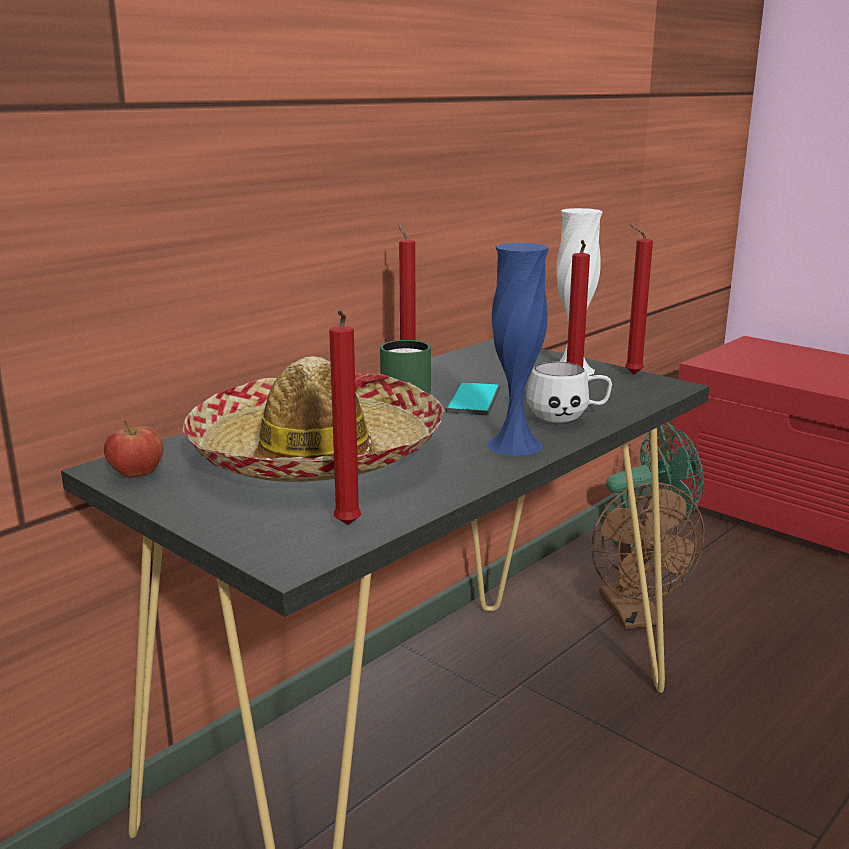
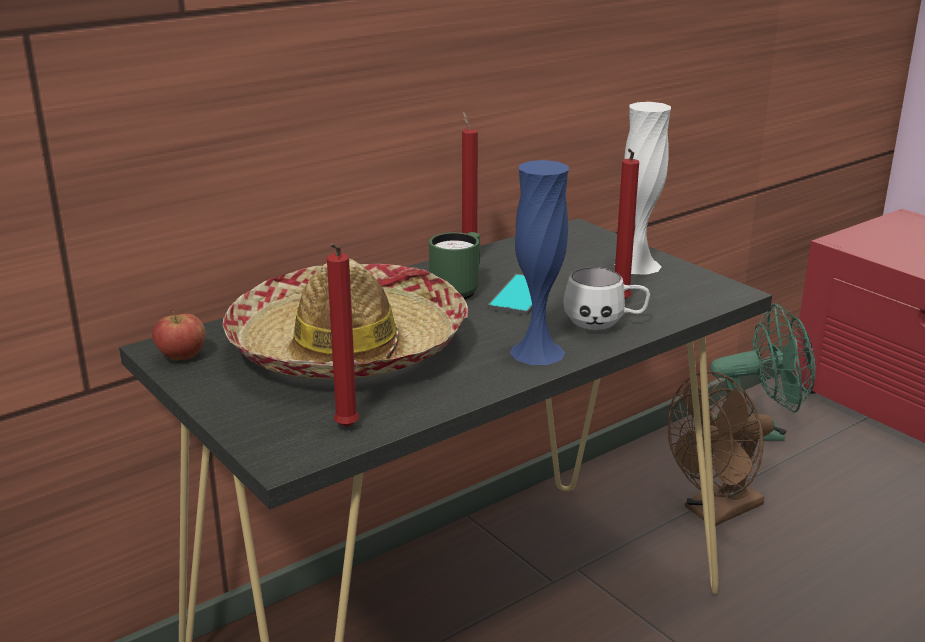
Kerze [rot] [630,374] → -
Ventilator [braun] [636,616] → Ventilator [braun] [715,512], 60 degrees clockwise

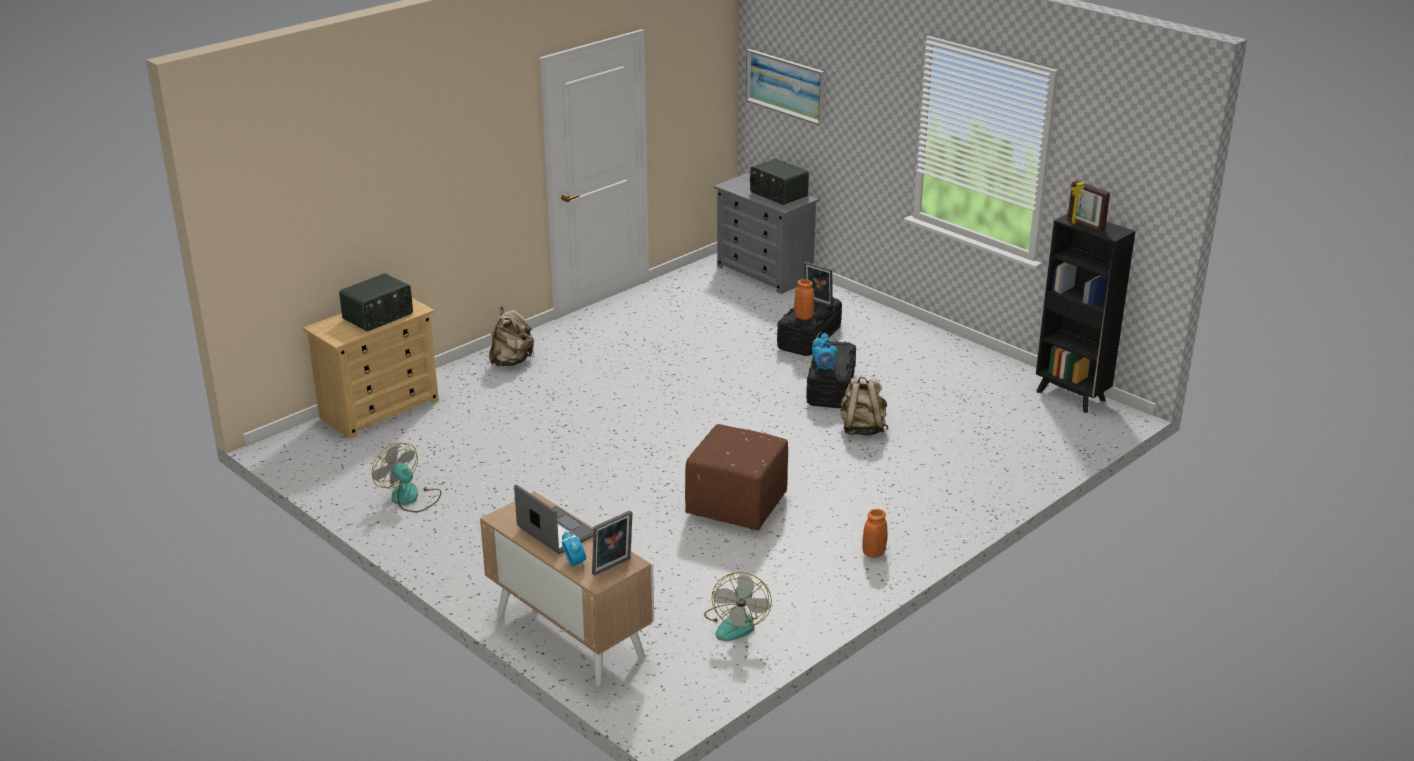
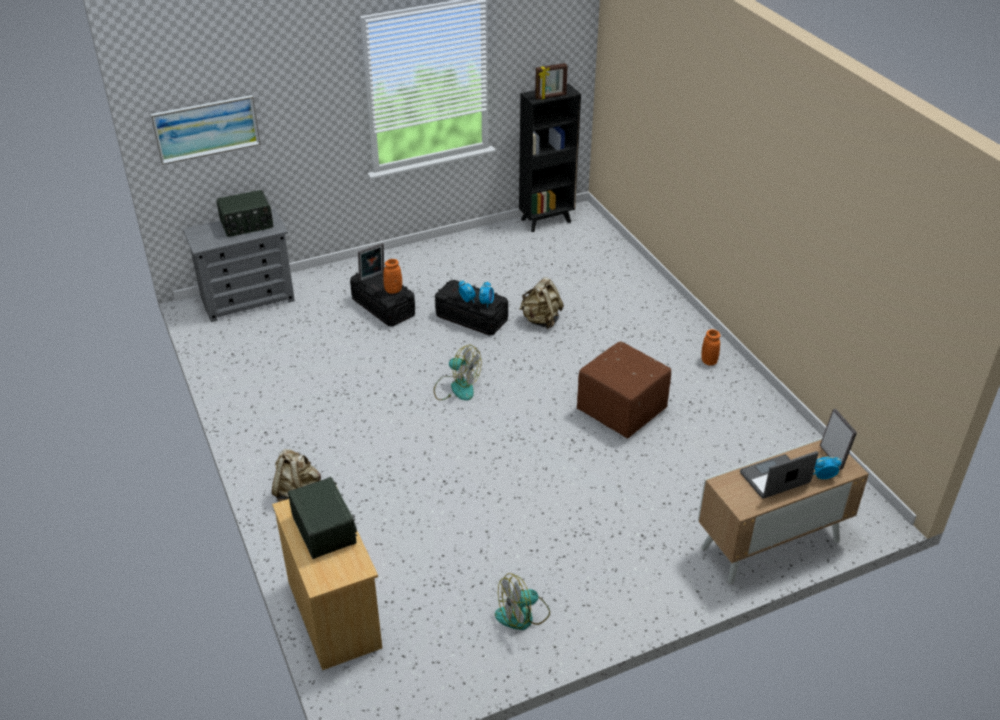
Ventilator [736,623] → Ventilator [456,387], relocated

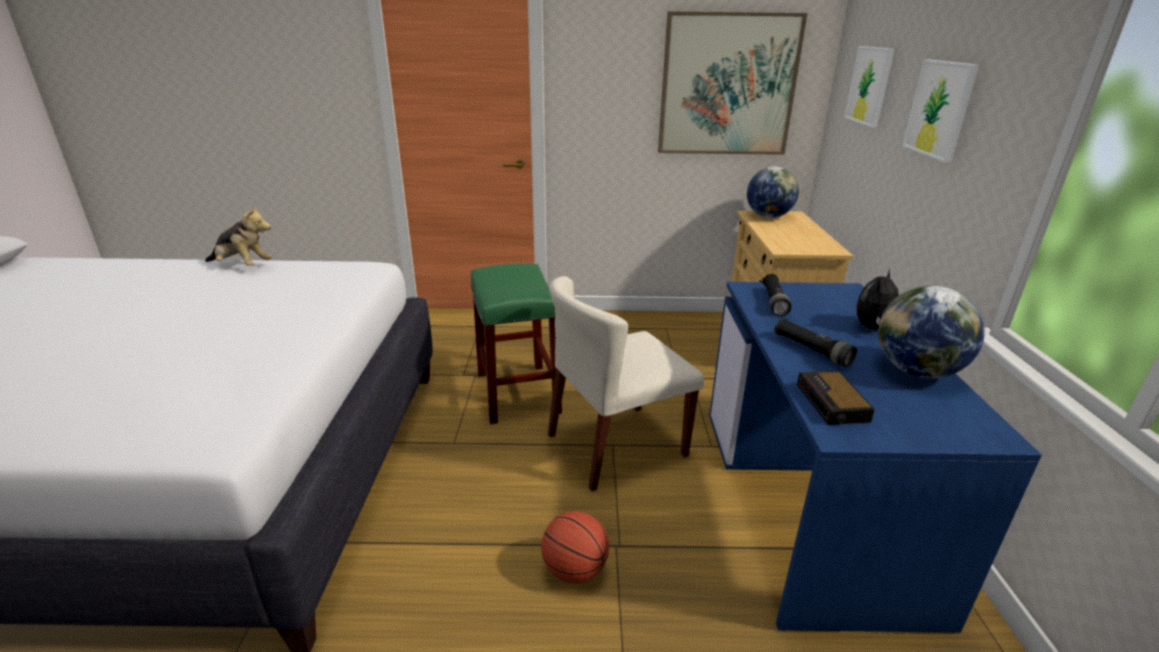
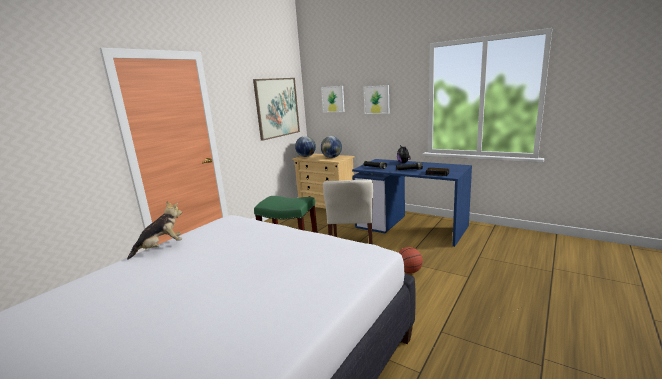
Globus [916,371] → Globus [332,157], relocated

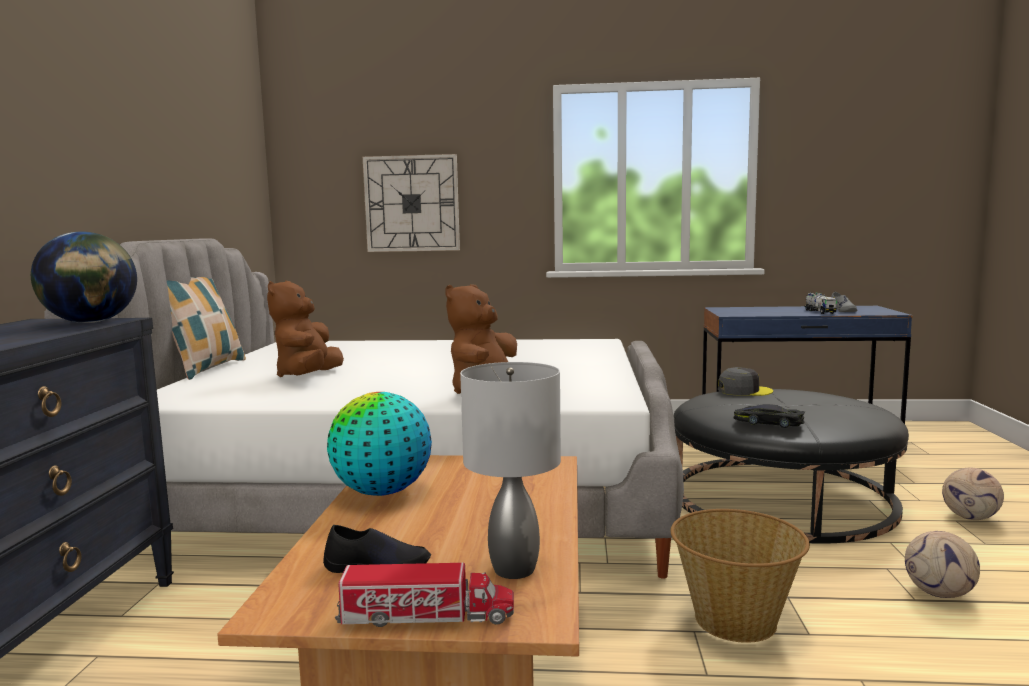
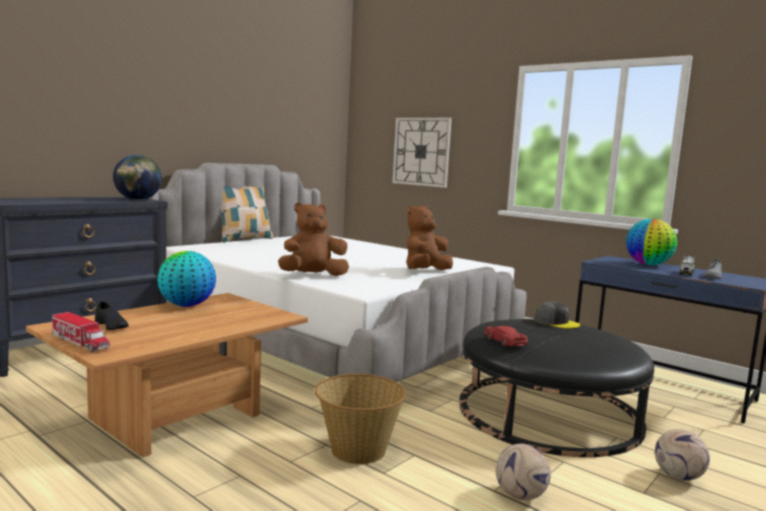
Tischlampe [grau] [516,569] → -
- → Globus [648,265]
Plüschtier [braun] [308,377] → Plüschtier [braun] [425,272], relocated
Spielzeugauto [schwarz] [768,422] → Spielzeugauto [rot] [504,340]

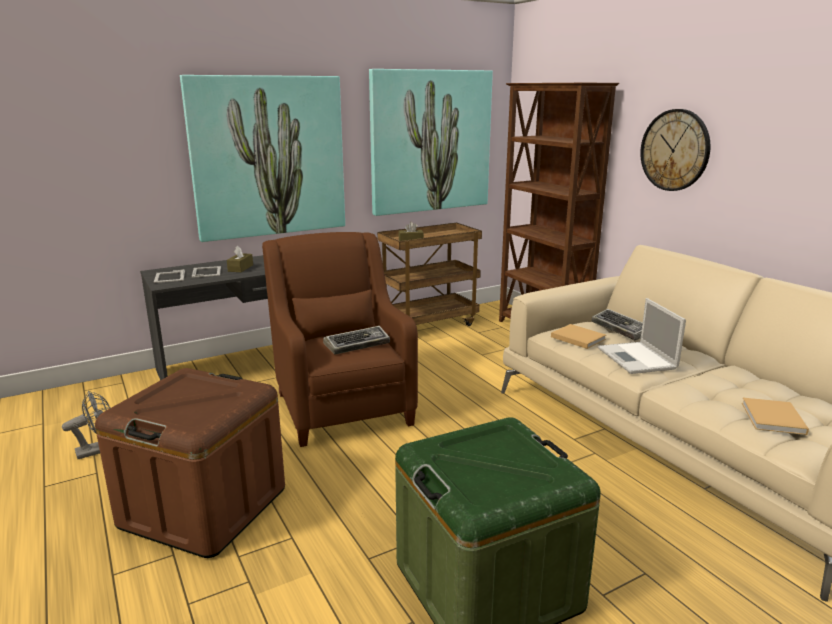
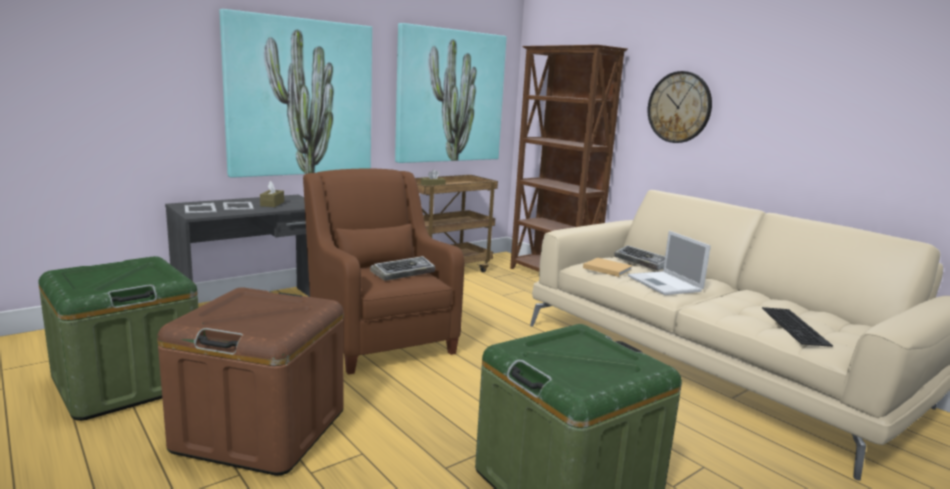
Ventilator [grau] [98,450] → Aufbewahrungsbox [grün] [128,382]
Buch [beige] [773,419] → Tastatur [796,326]

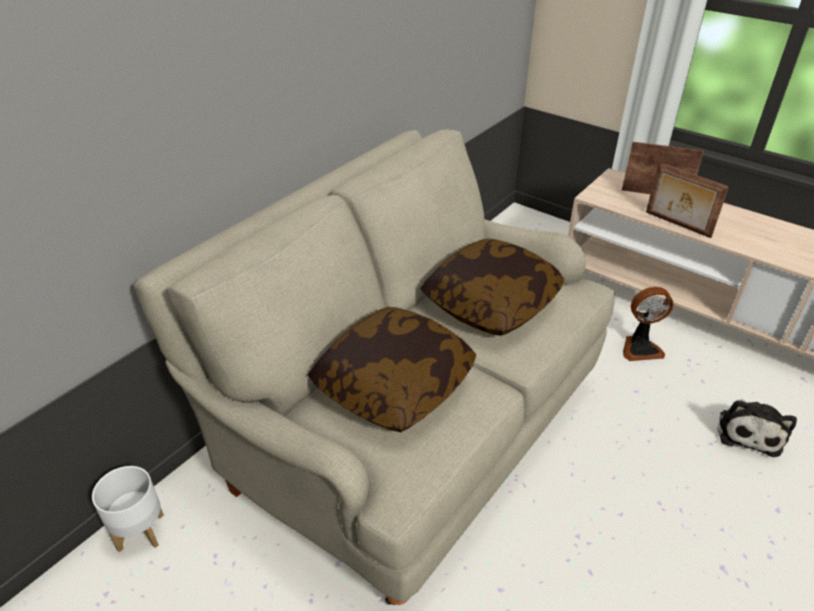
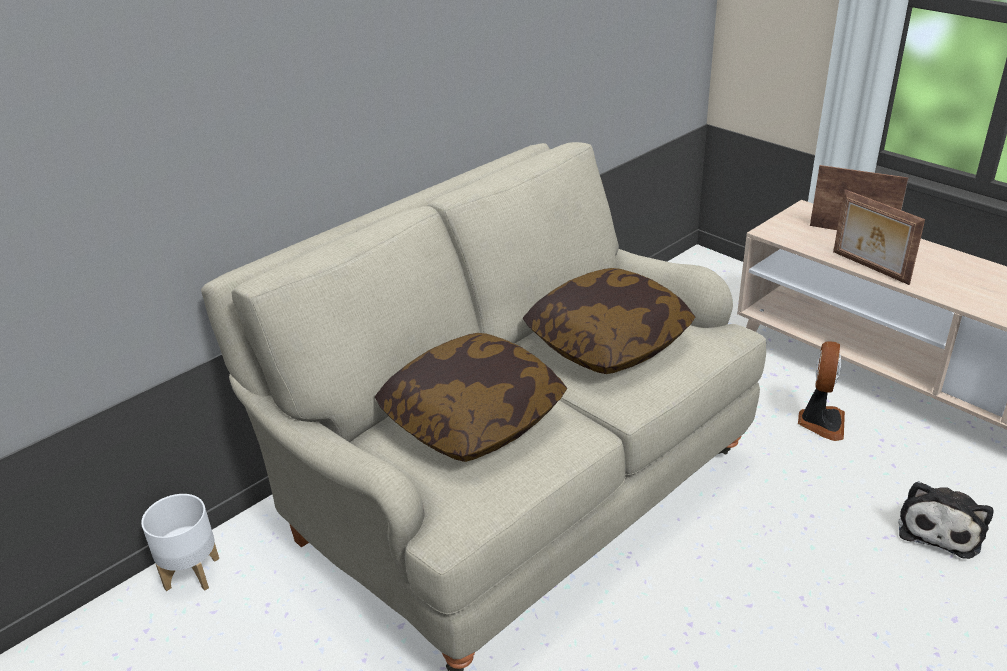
Ventilator [640,348] → Ventilator [820,422], 75 degrees counterclockwise

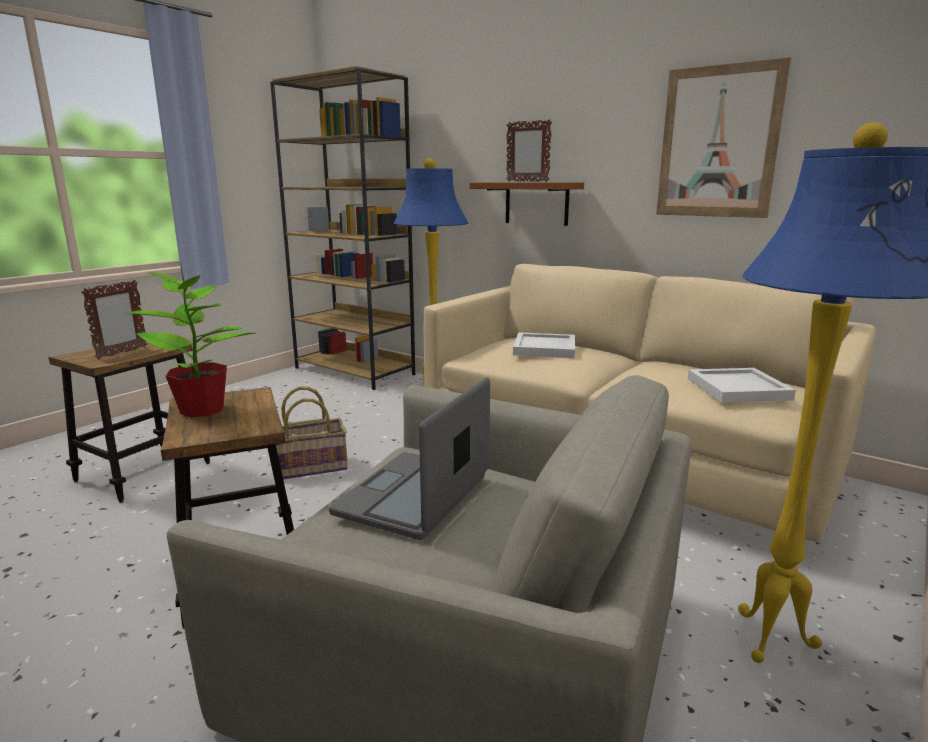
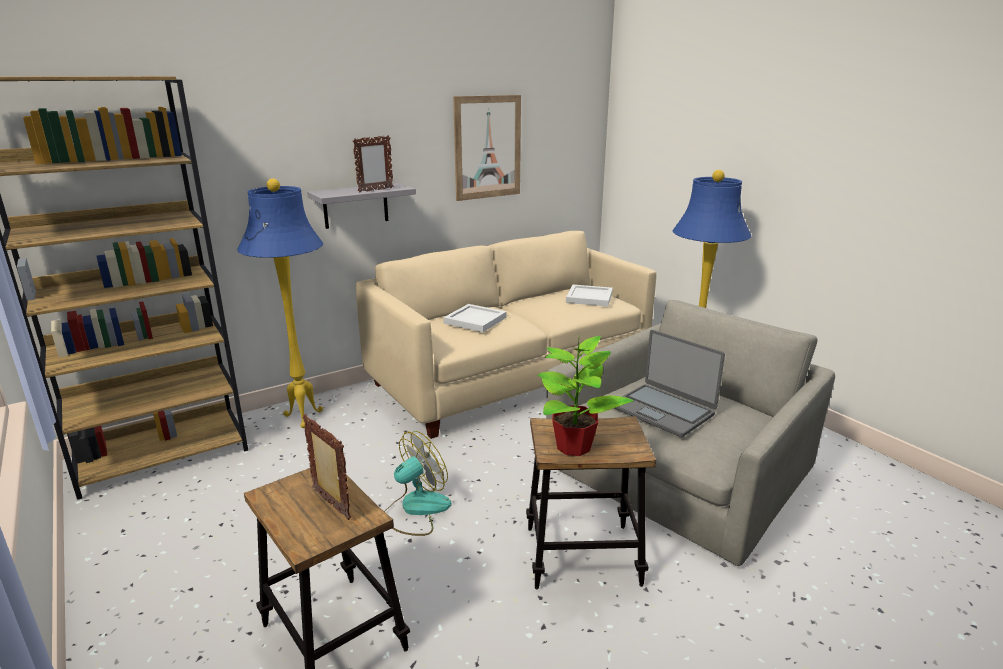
Korb [311,466] → Ventilator [416,509]
Wandregal [braun] [536,203] → Wandregal [grau] [355,205]

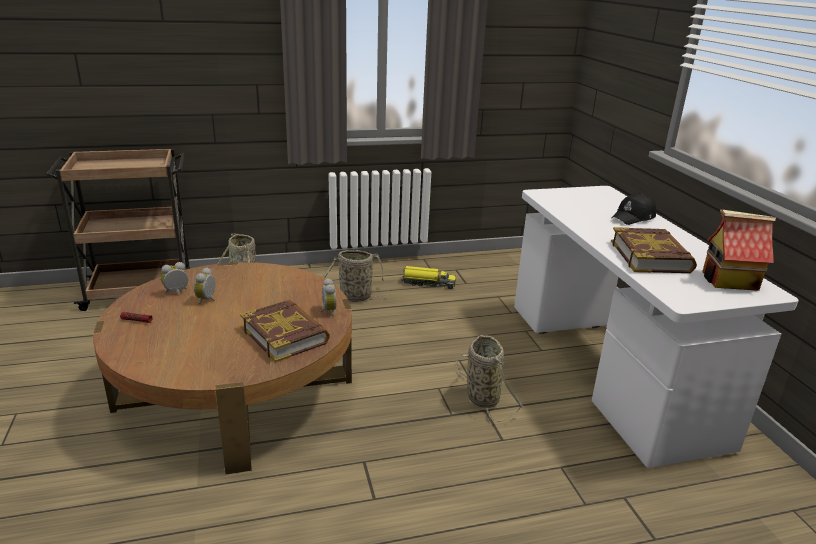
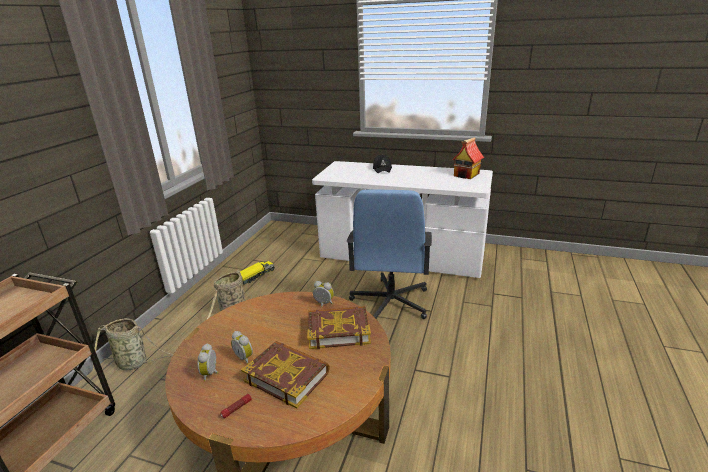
Buch [650,256] → Buch [287,376], relocated
Korb [481,396] → Bürostuhl [blau] [390,303]

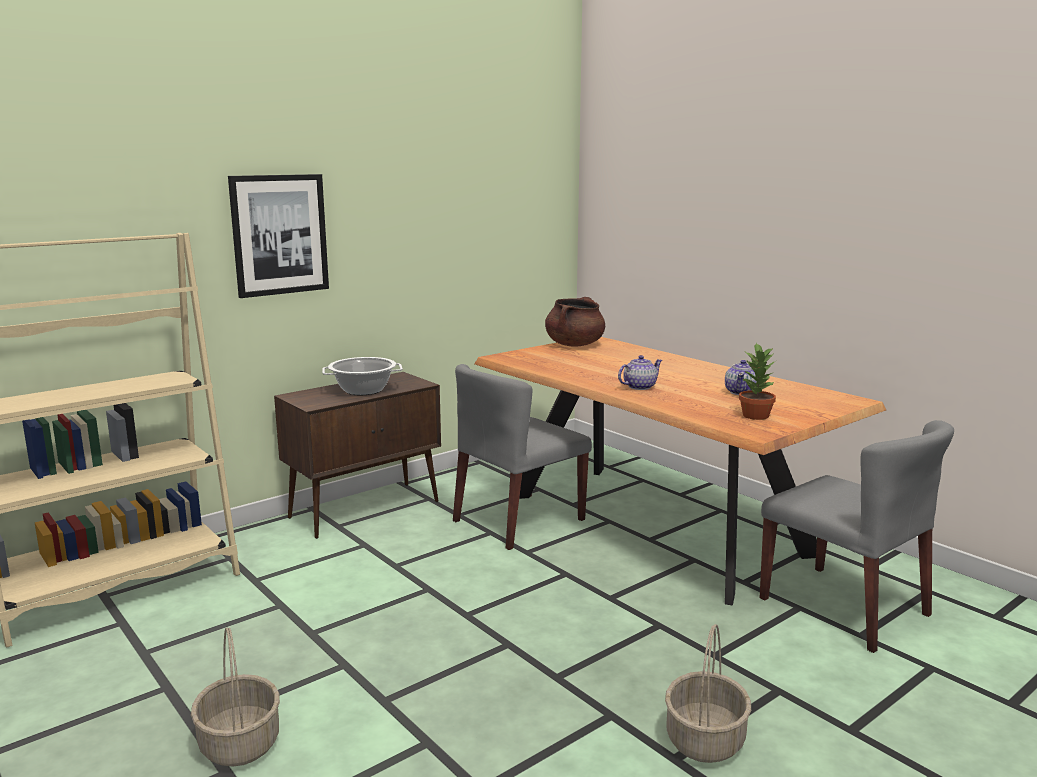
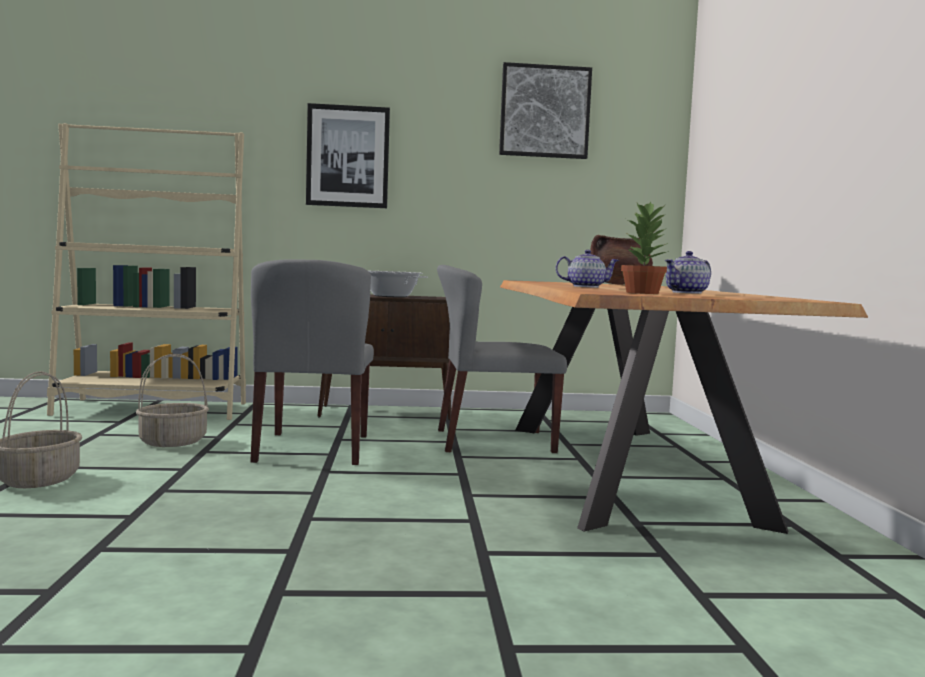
- → Bild [544,112]
Korb [705,740] → Korb [172,442], relocated
Stuhl [grau] [845,607] → Stuhl [grau] [313,448], relocated

